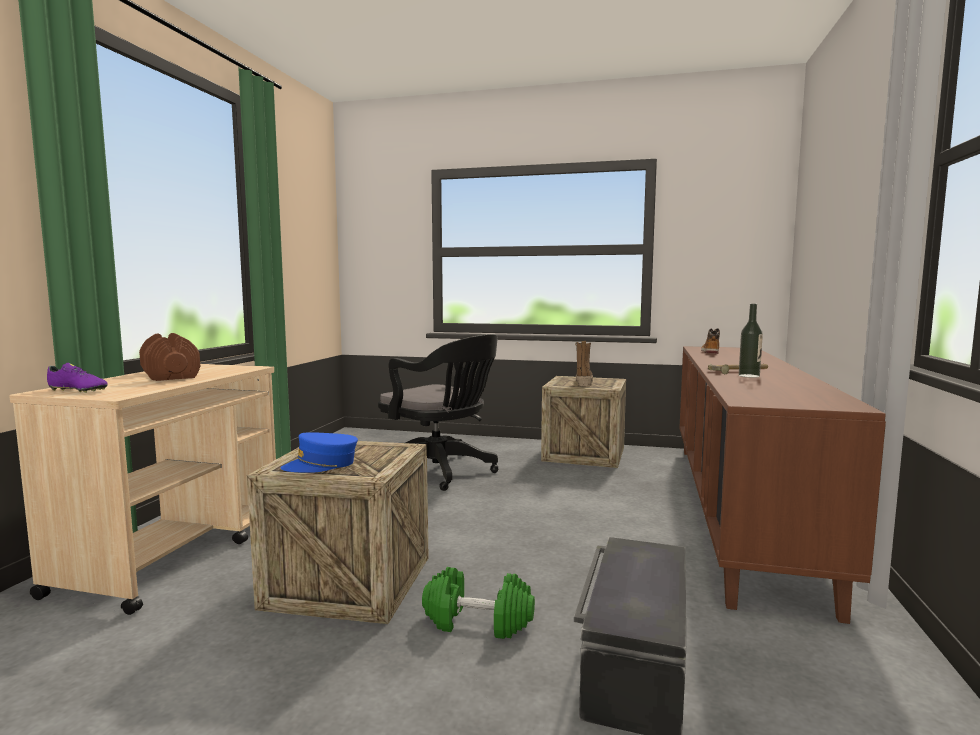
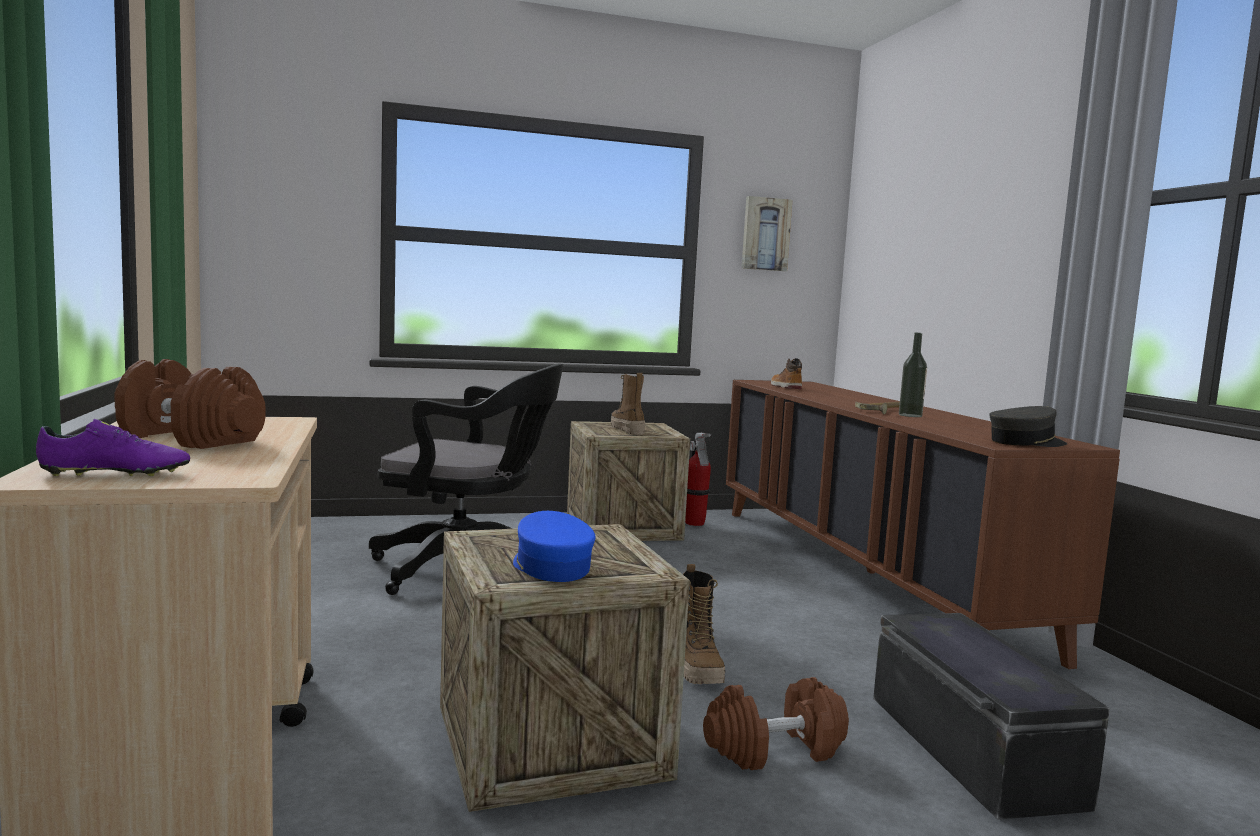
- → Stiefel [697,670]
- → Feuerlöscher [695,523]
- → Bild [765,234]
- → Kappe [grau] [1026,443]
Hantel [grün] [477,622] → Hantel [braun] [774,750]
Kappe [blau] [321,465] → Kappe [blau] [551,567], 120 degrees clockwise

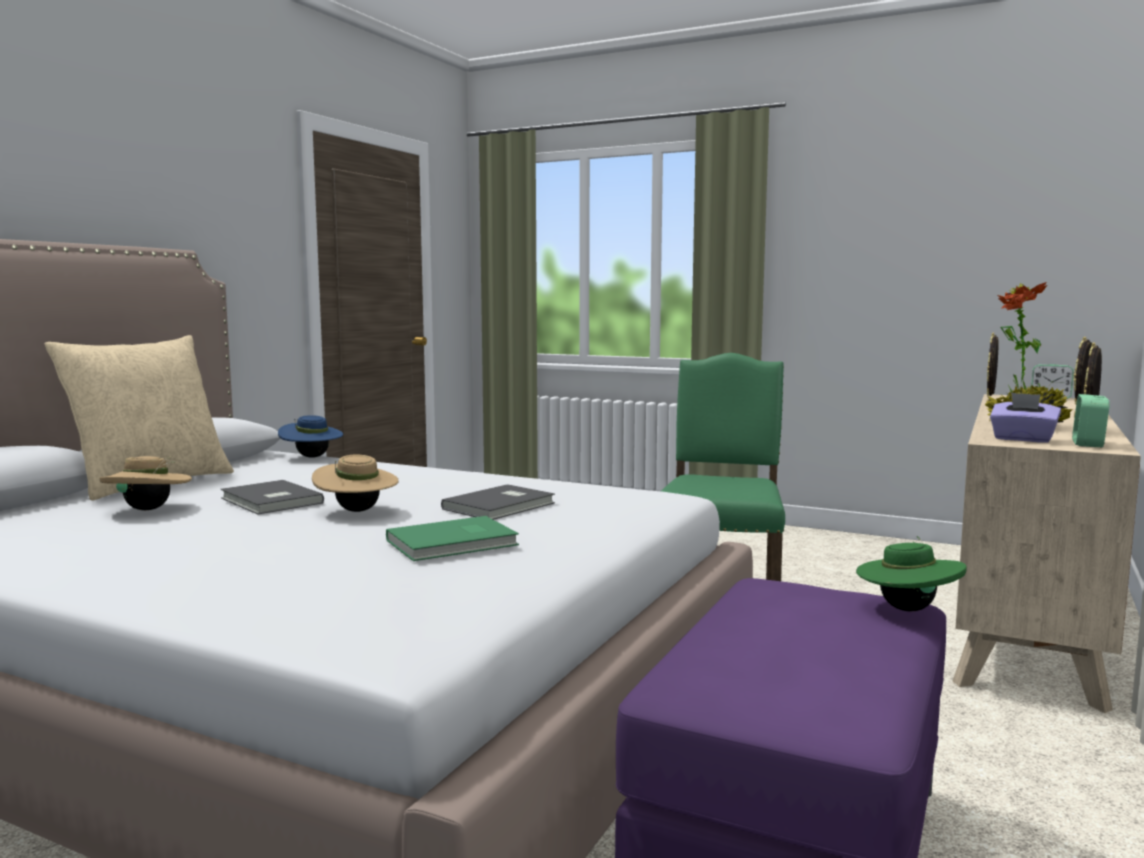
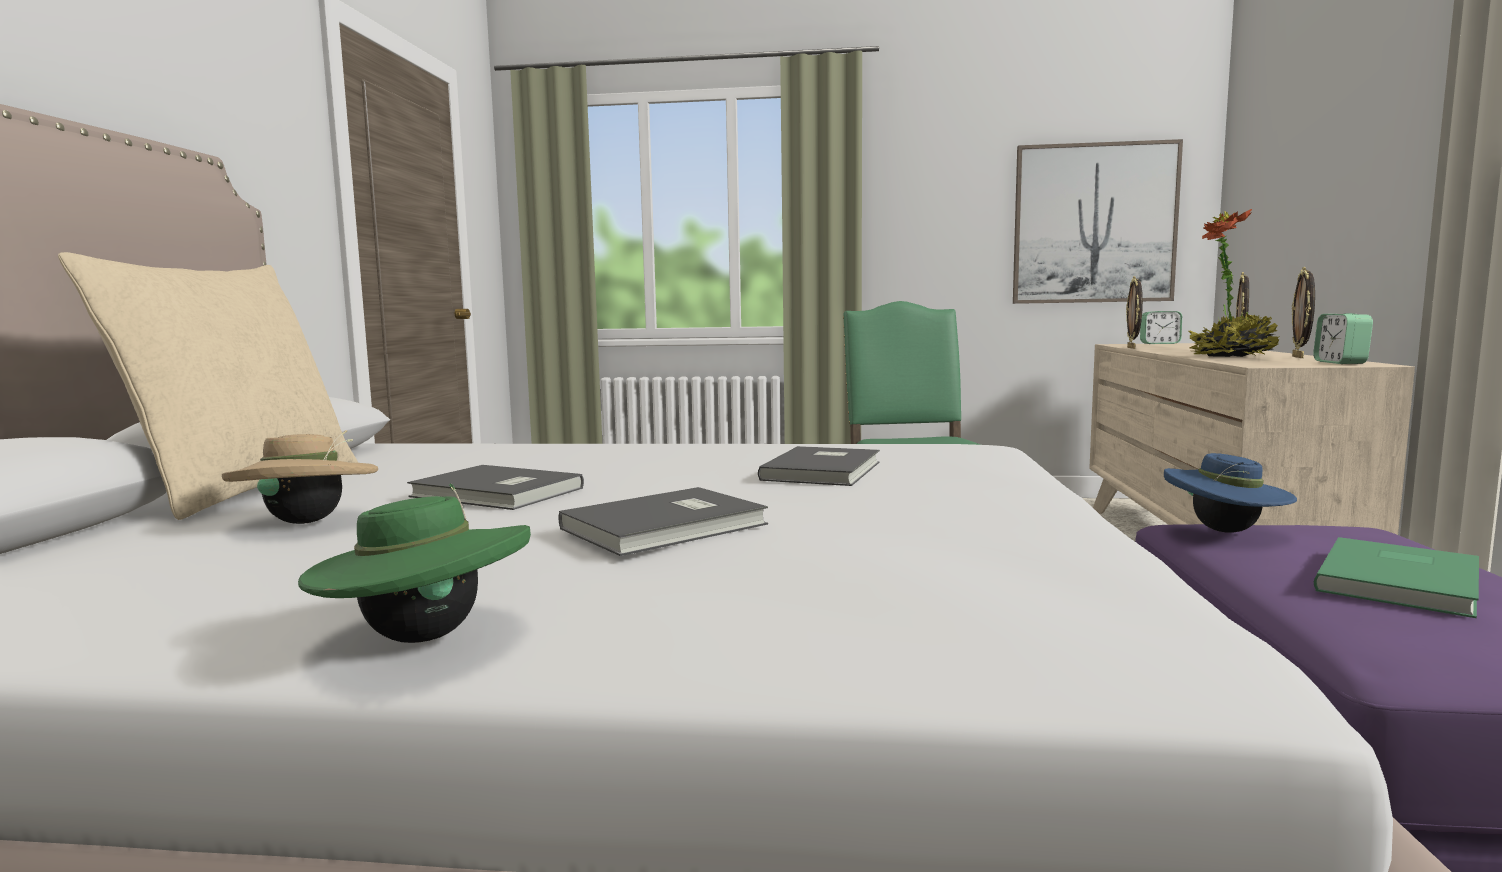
Hut [beige] [356,511] → -
Taschentuchbox [lila] [1023,439] → -
- → Buch [grau] [669,527]
- → Bild [1094,224]
Hut [blau] [312,457] → Hut [blau] [1225,531], relocated
Buch [grün] [454,543] → Buch [grün] [1403,581], relocated
Hut [grün] [907,609] → Hut [grün] [425,636], relocated

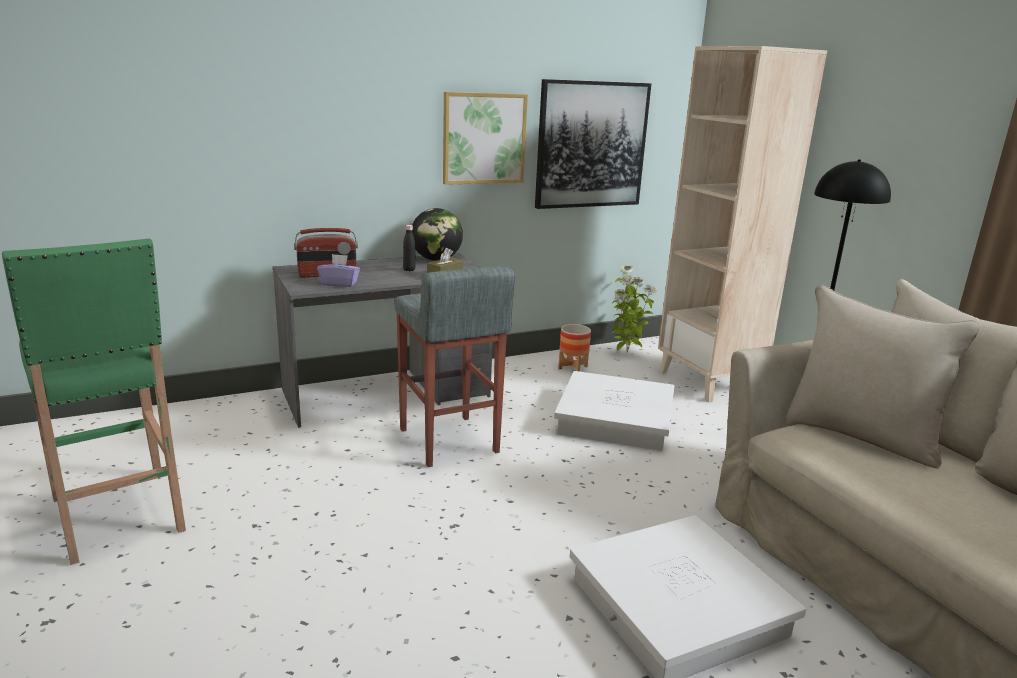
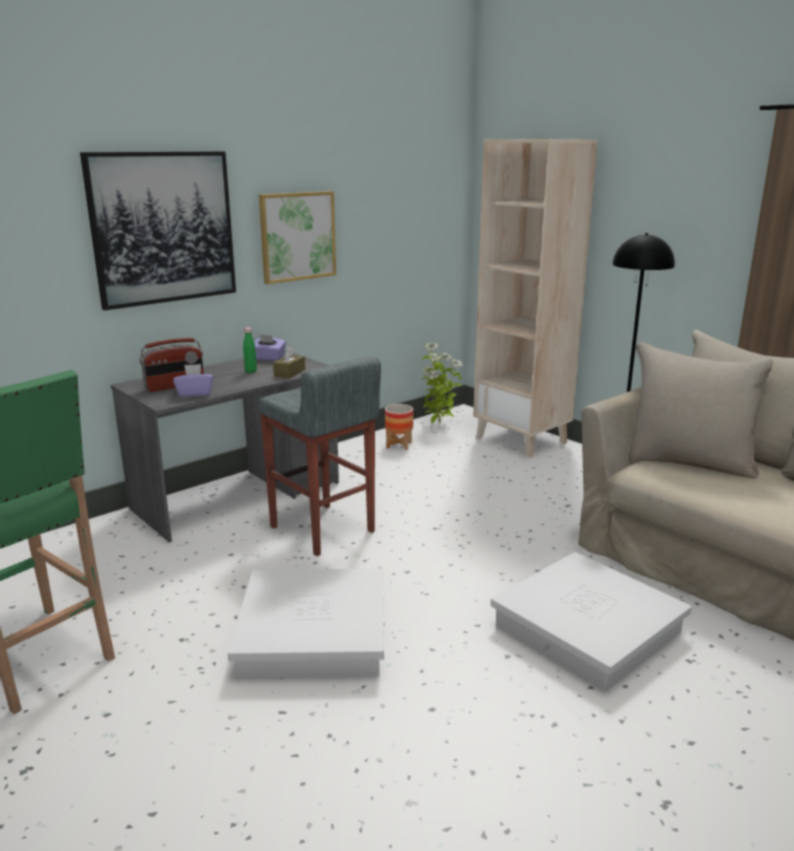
Bild [591,145] → Bild [163,228], relocated
Aufbewahrungsbox [weiß] [615,419] → Aufbewahrungsbox [weiß] [313,633], relocated
Globus [436,259] → Taschentuchbox [lila] [268,358]
Flasche [schwarz] [409,270] → Flasche [grün] [251,371]

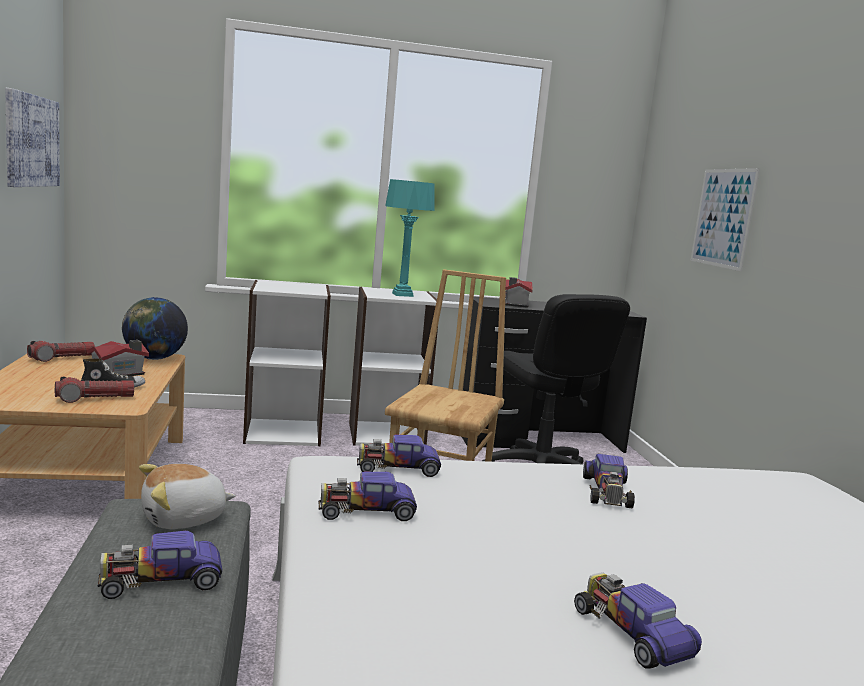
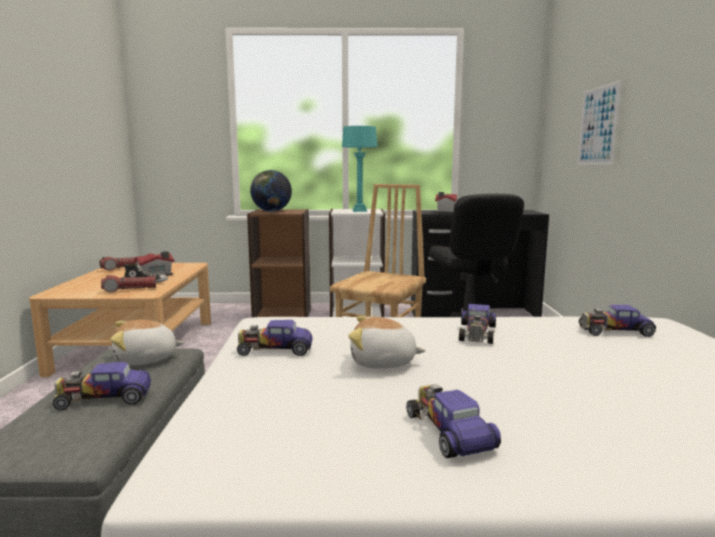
Bild [31,141] → -
- → Plüschtier [383,363]
Globus [154,358] → Globus [271,211], relocated
Spielzeugauto [398,468] → Spielzeugauto [615,331], relocated
Bücherregal [weiß] [283,432] → Bücherregal [braun] [282,315]

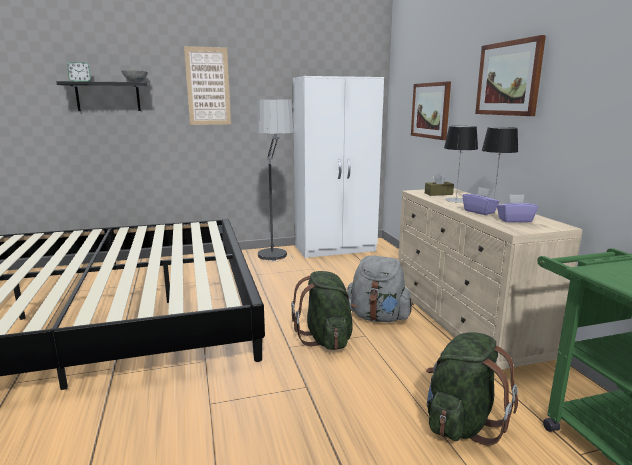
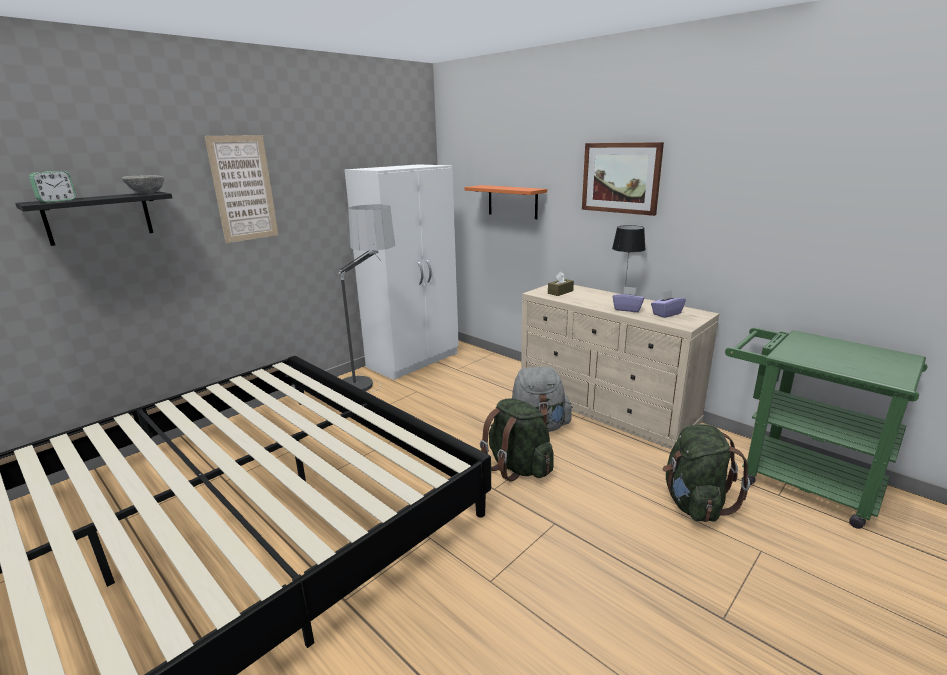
Tischlampe [456,200] → -
Bild [430,110] → Wandregal [orange] [512,201]

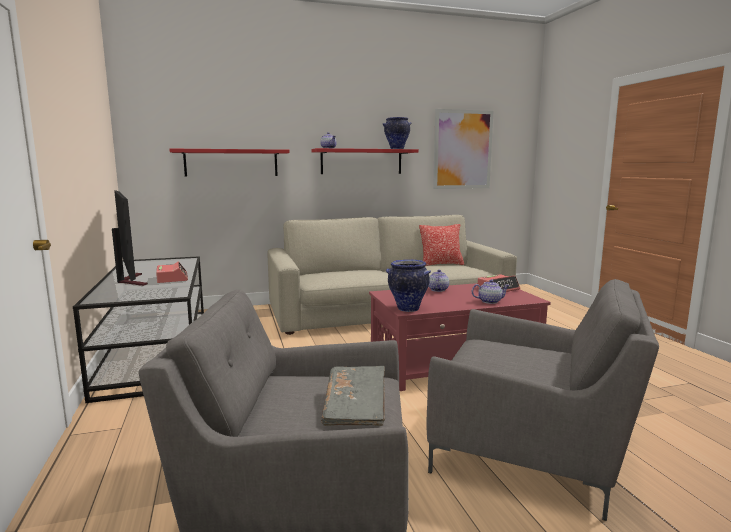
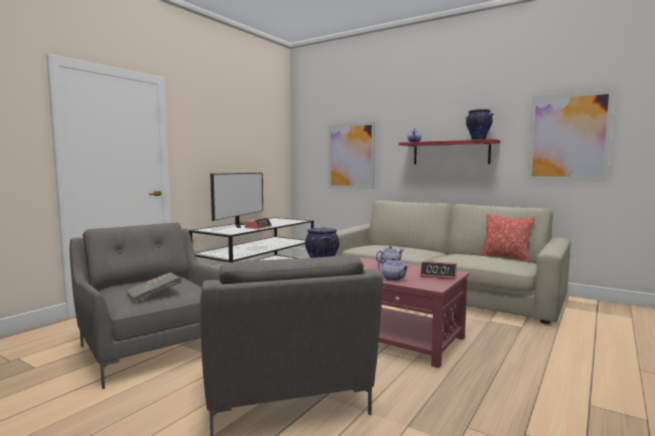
Wandregal [rot] [231,163] → Bild [351,156]

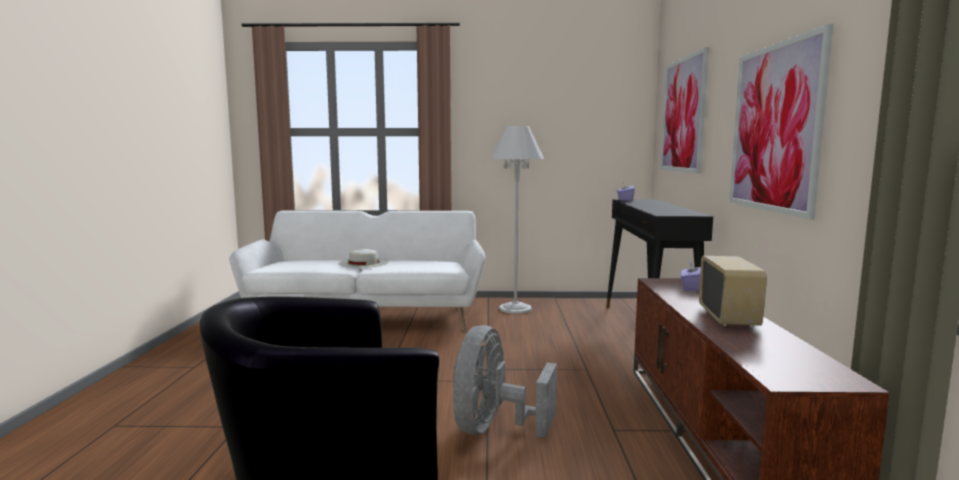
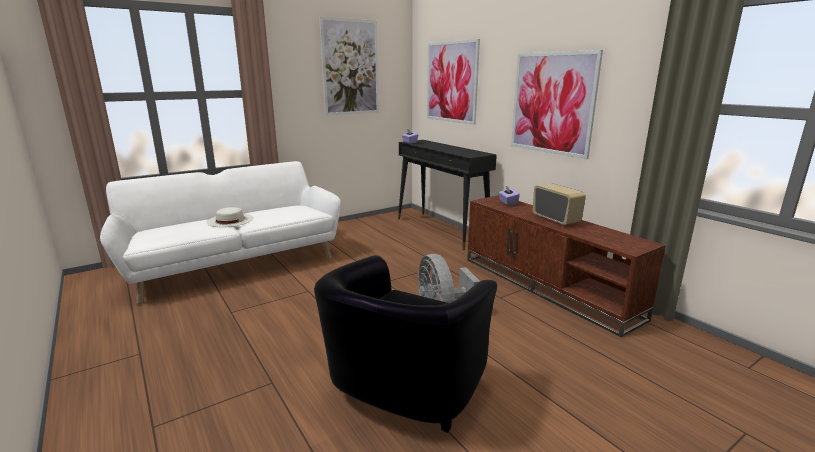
Stehlampe [weiß] [515,309] → -
- → Bild [350,67]

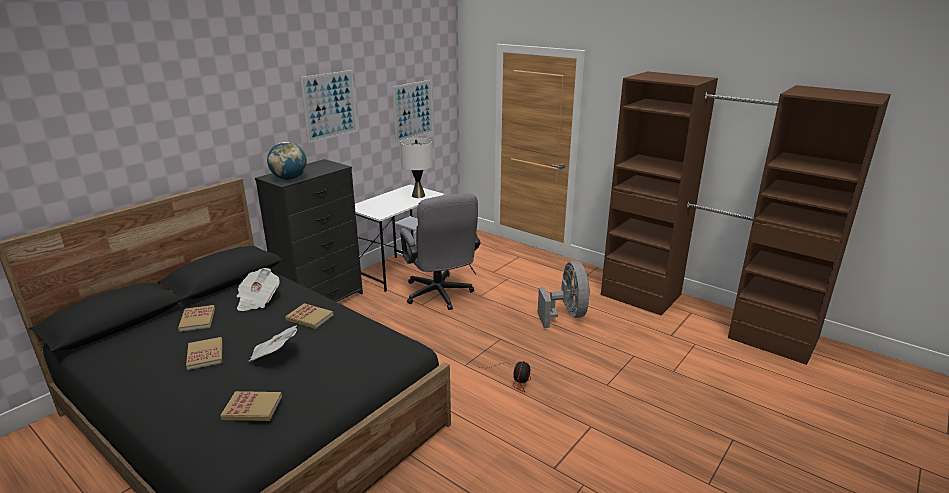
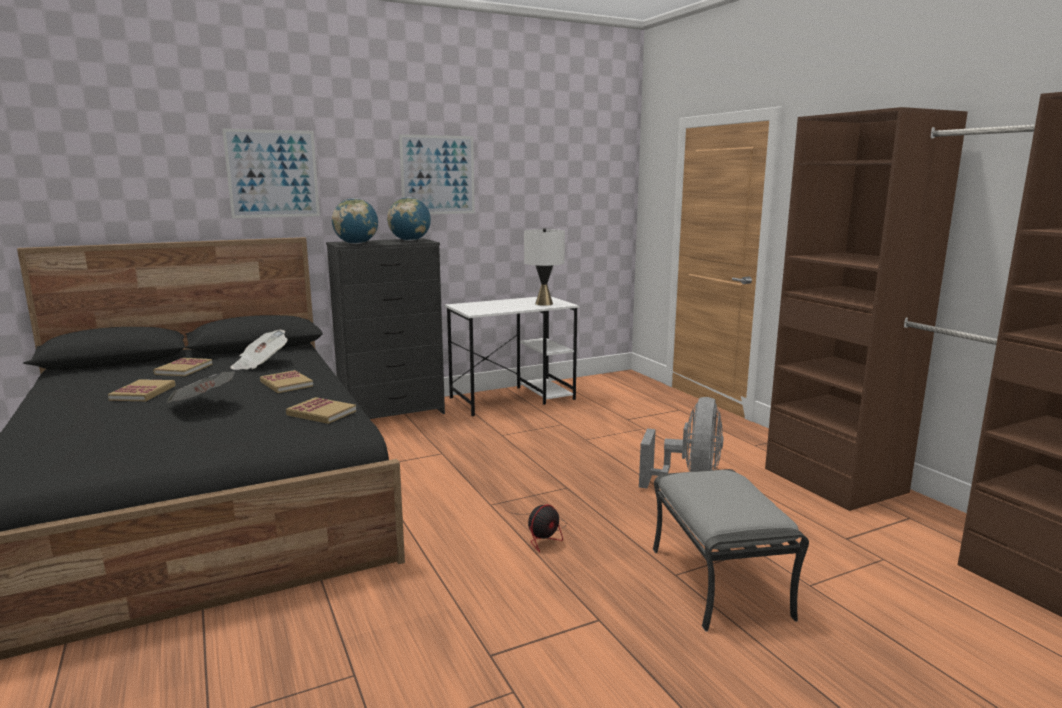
Bürostuhl [grau] [440,296] → -
- → Globus [410,240]
- → Polsterhocker [grau] [716,581]
Buch [252,408] → Buch [321,413], relocated
Bild [413,110] → Bild [272,174], relocated

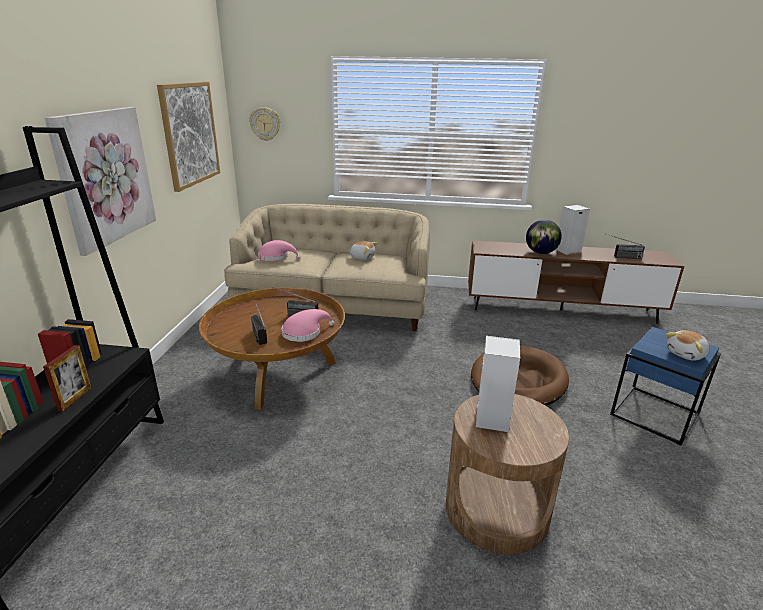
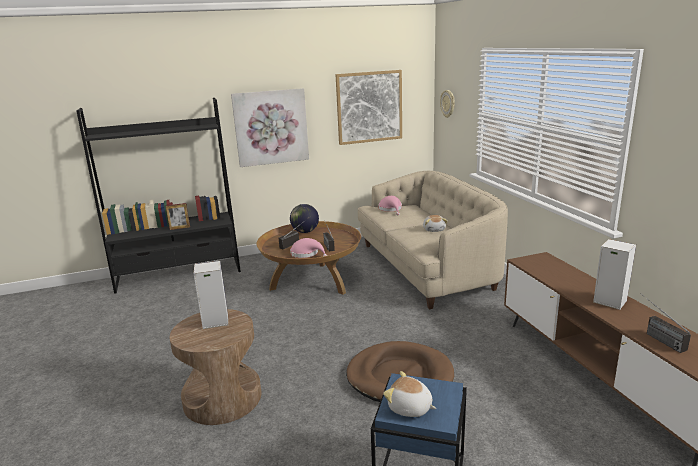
Globus [540,253] → Globus [305,232], relocated

